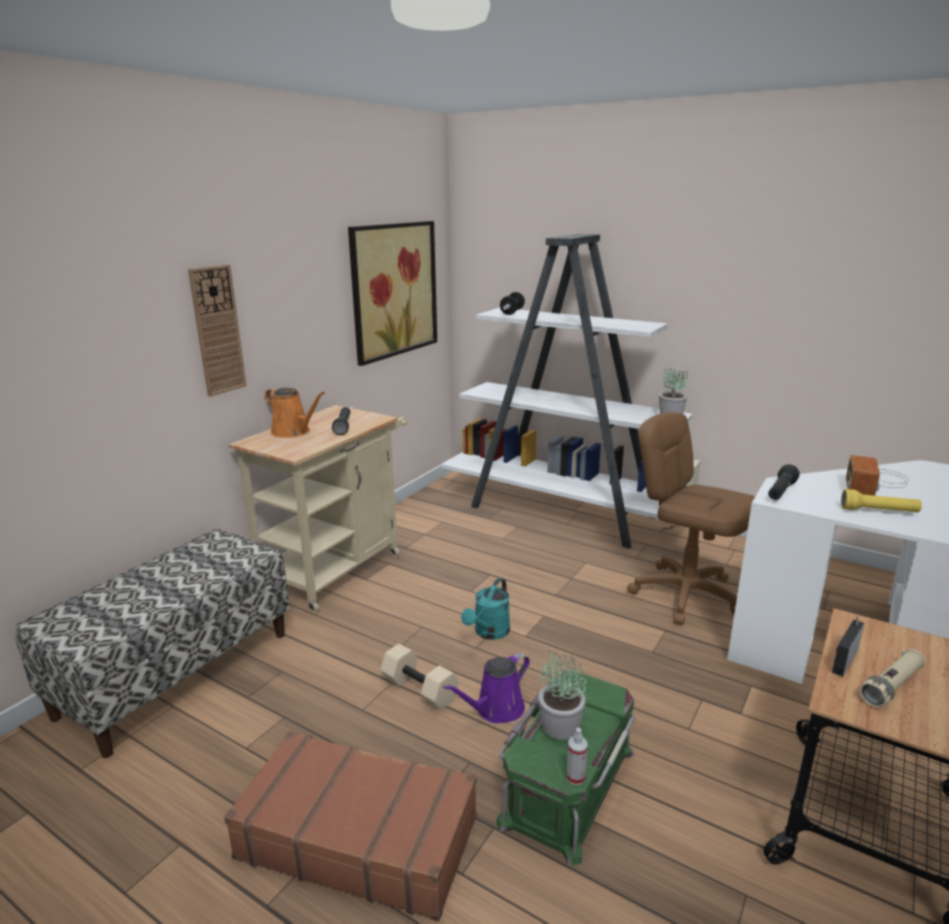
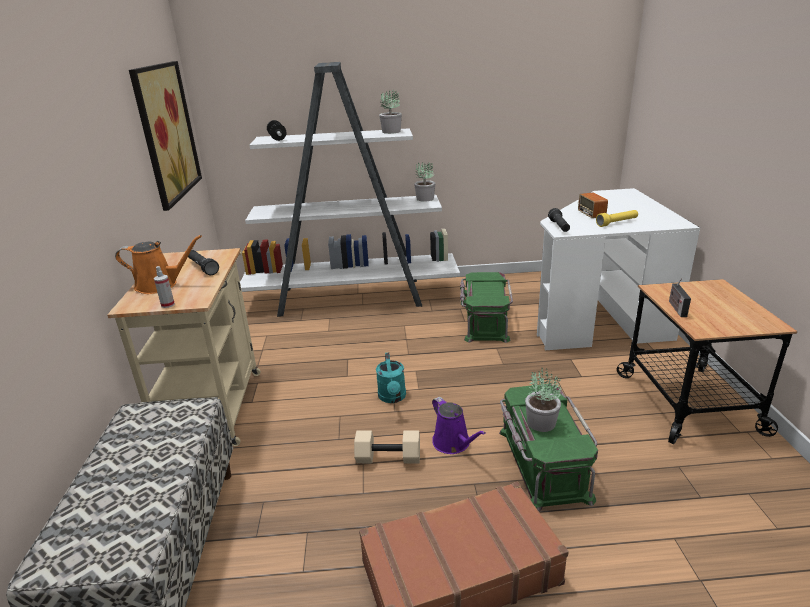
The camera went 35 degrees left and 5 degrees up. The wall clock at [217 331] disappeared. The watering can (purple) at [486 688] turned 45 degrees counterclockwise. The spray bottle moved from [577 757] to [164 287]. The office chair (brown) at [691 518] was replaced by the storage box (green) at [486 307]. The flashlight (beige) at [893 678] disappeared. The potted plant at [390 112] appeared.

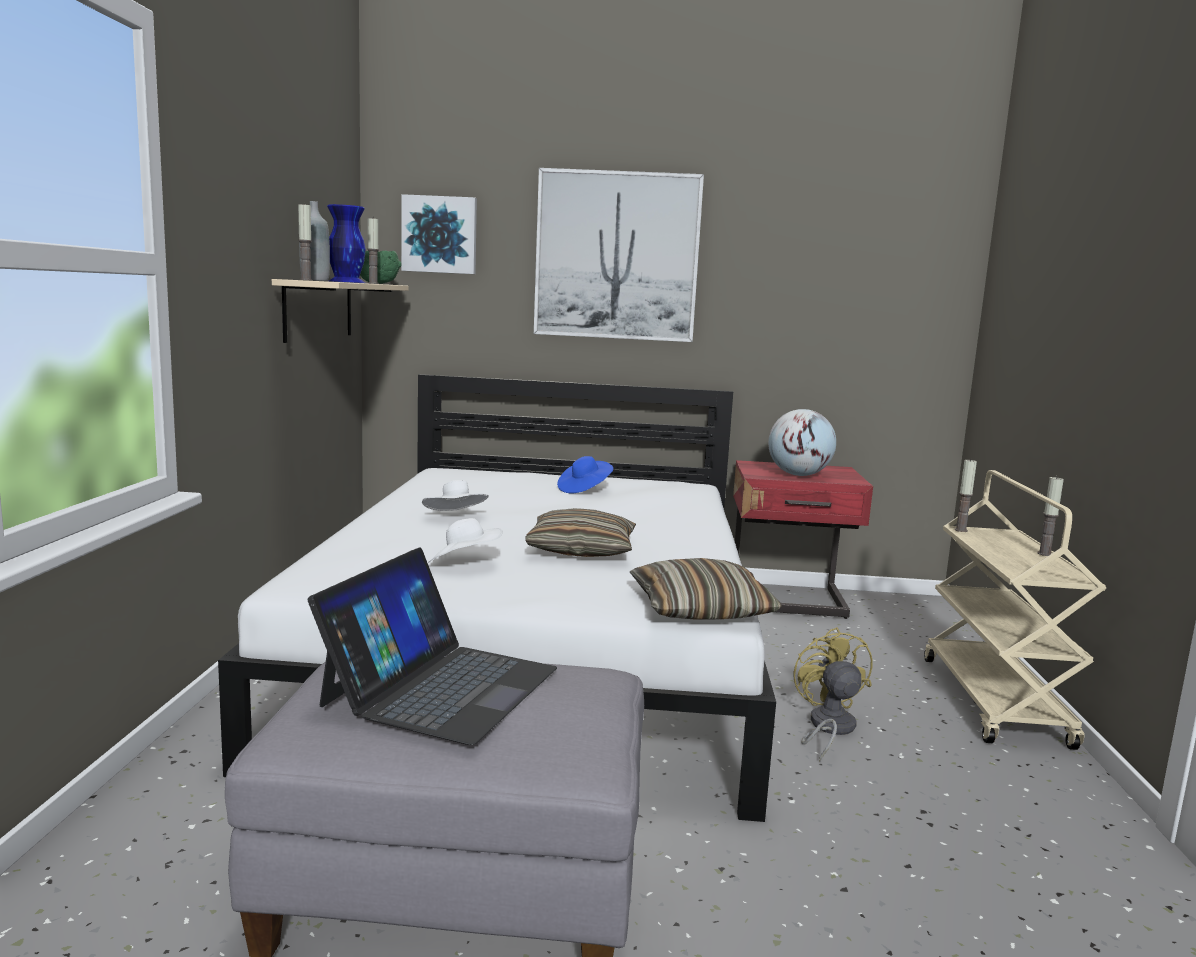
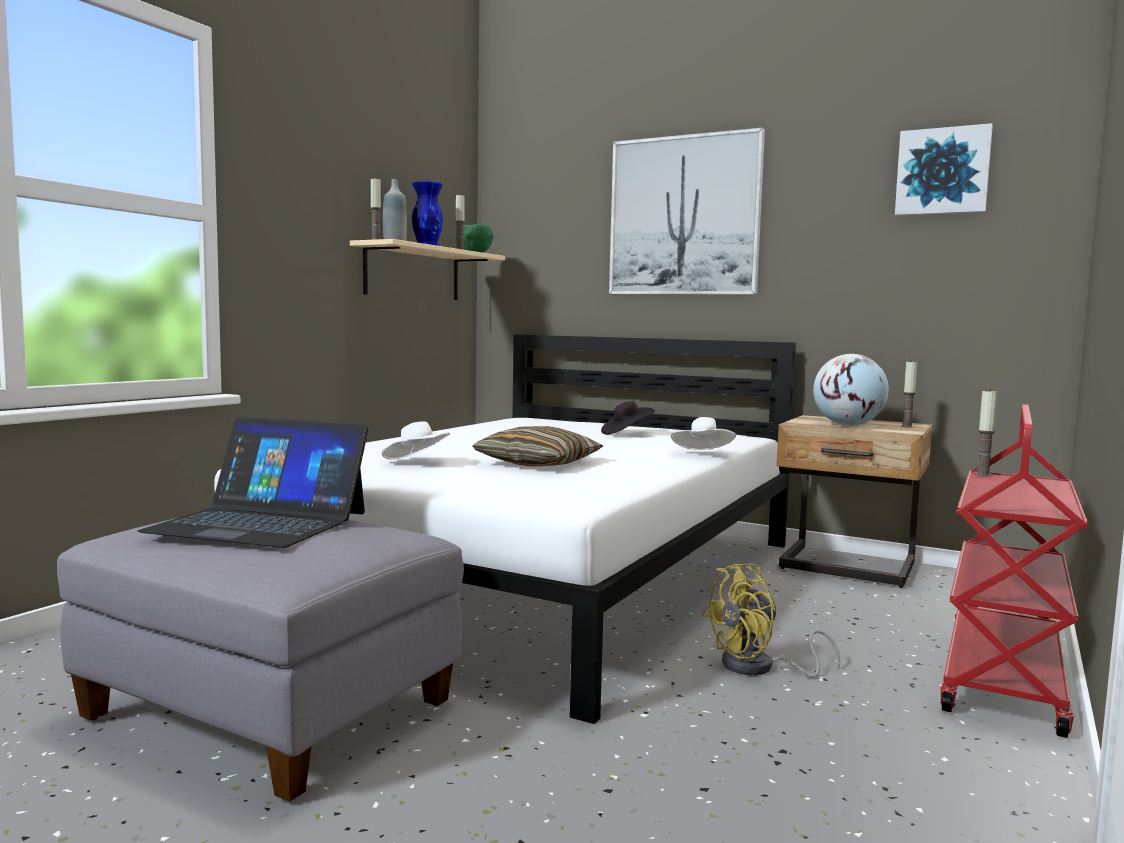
The camera went 25 degrees right and 5 degrees down. The laptop at [432 646] turned 60 degrees clockwise. The picture moved from [439 234] to [944 169]. The hat (white) moved from [455 495] to [703 433]. The hat (blue) at [585 475] became the hat (black) at [628 417]. The pillow at [706 588] disappeared. The nightstand (red) at [803 539] became the nightstand (beige) at [854 501]. The fan (yellow) at [833 694] turned 135 degrees counterclockwise. The cart (beige) at [1015 610] became the cart (red) at [1014 571]. The candle moved from [1050 516] to [909 394].

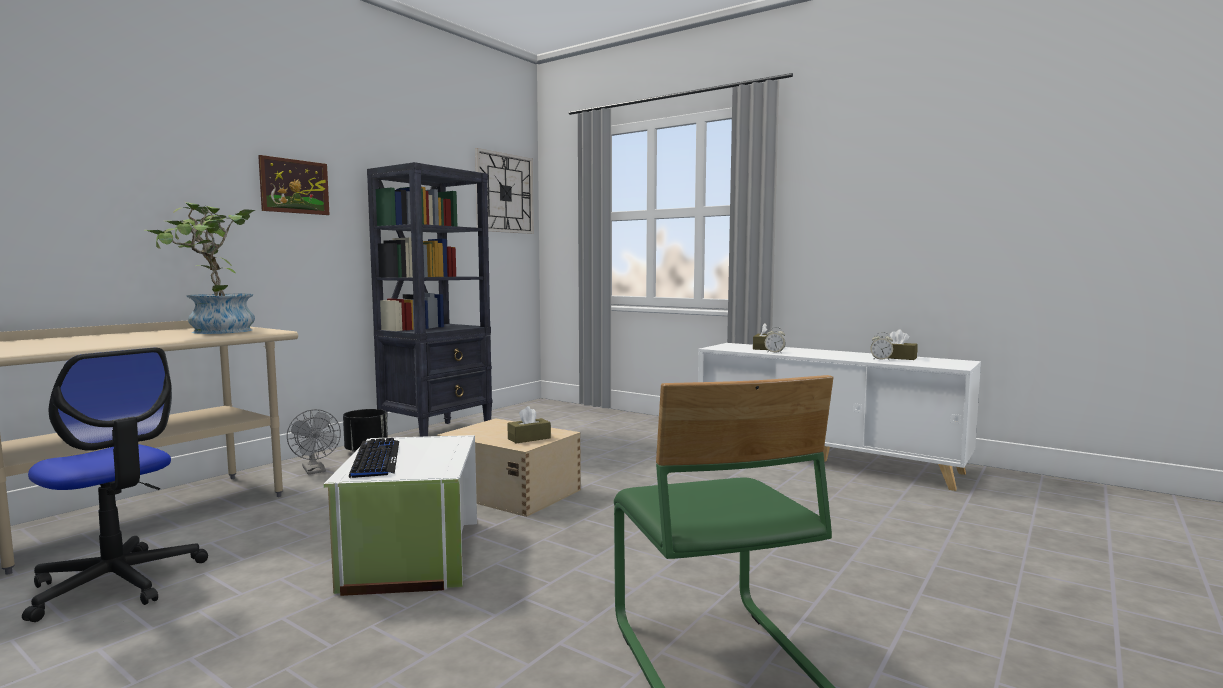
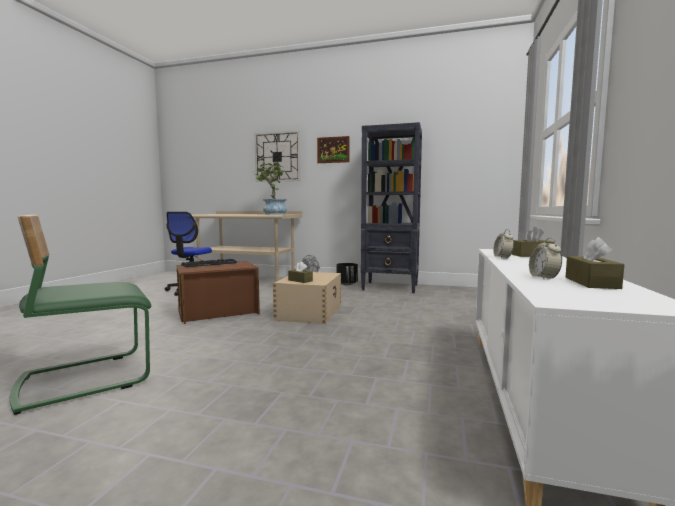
The camera went 70 degrees right and 0 degrees up. The storage box (white) at [400 515] became the storage box (brown) at [218 292]. The wall clock moved from [504 191] to [277 156].

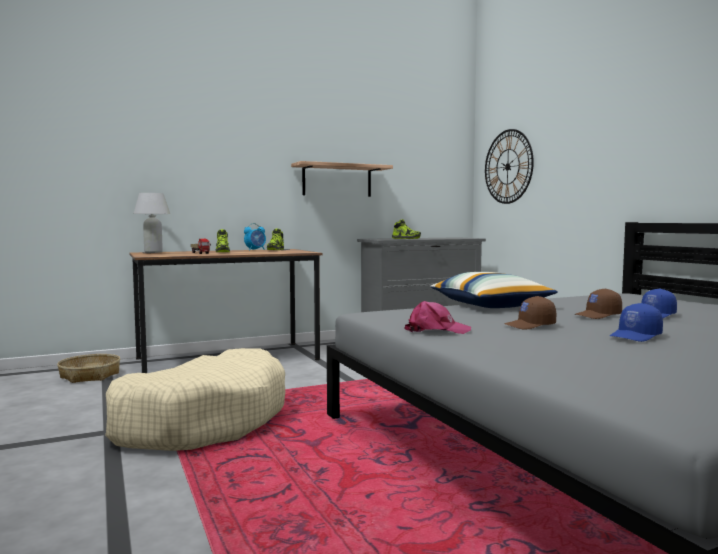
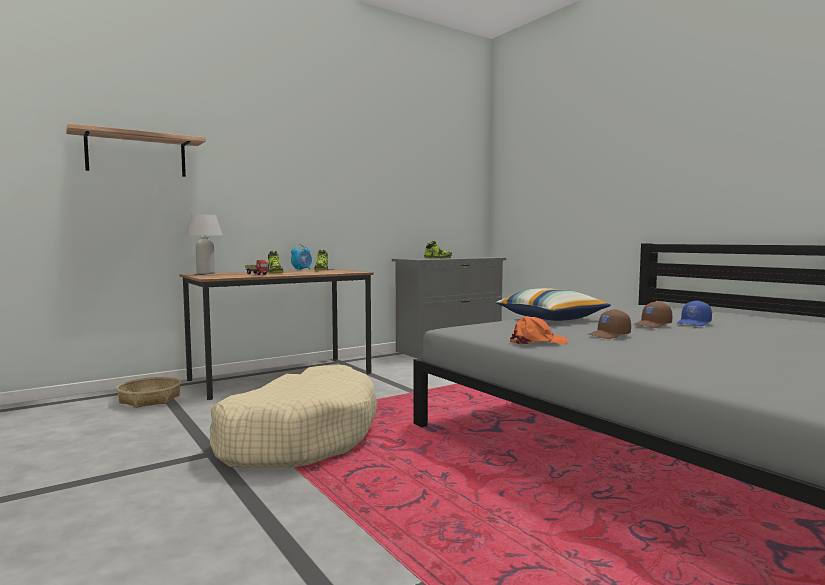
The camera went 10 degrees left and 0 degrees up. The shelf moved from [342 179] to [136 150]. The cap (pink) at [437 317] became the cap (orange) at [539 330]. The wall clock at [509 166] disappeared. The cap (blue) at [636 322] disappeared.

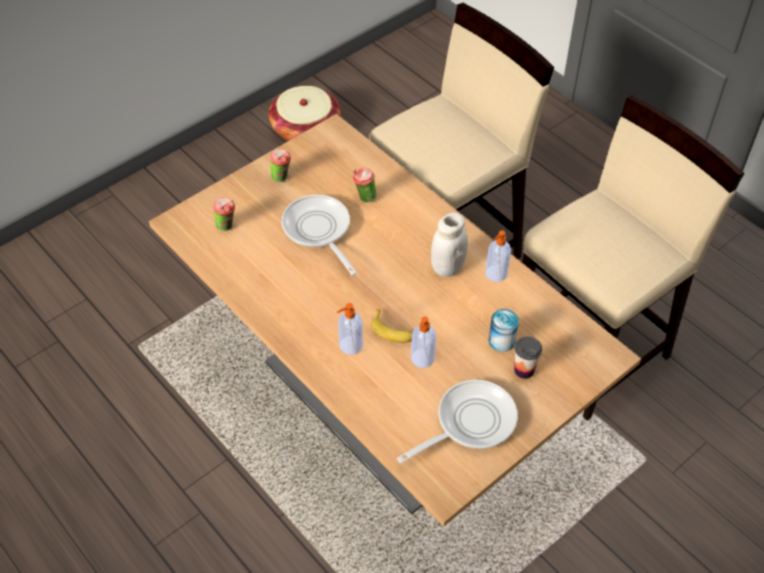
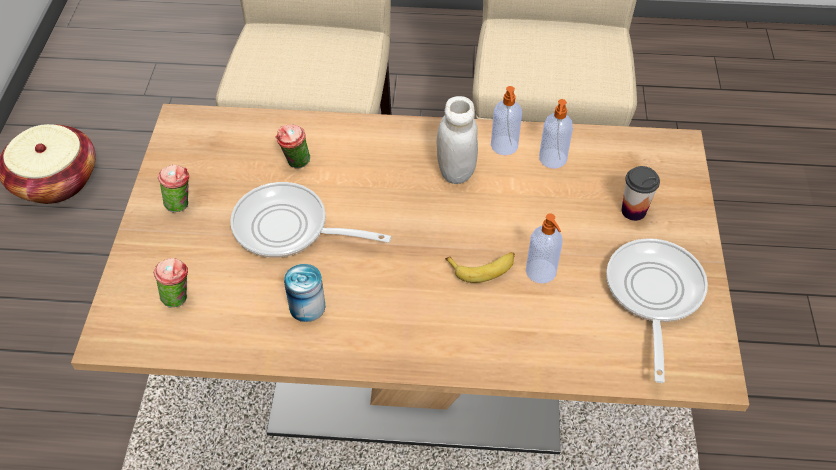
The camera went 45 degrees left and 0 degrees up. The soap dispenser moved from [350 329] to [556 133]. The can moved from [503 330] to [304 293].

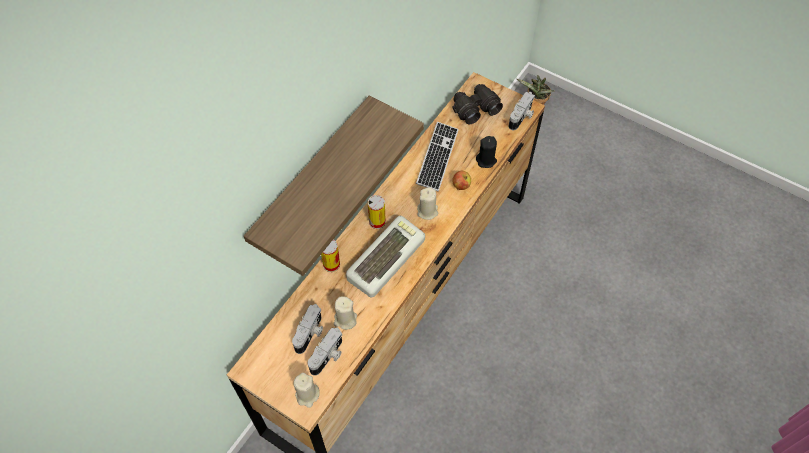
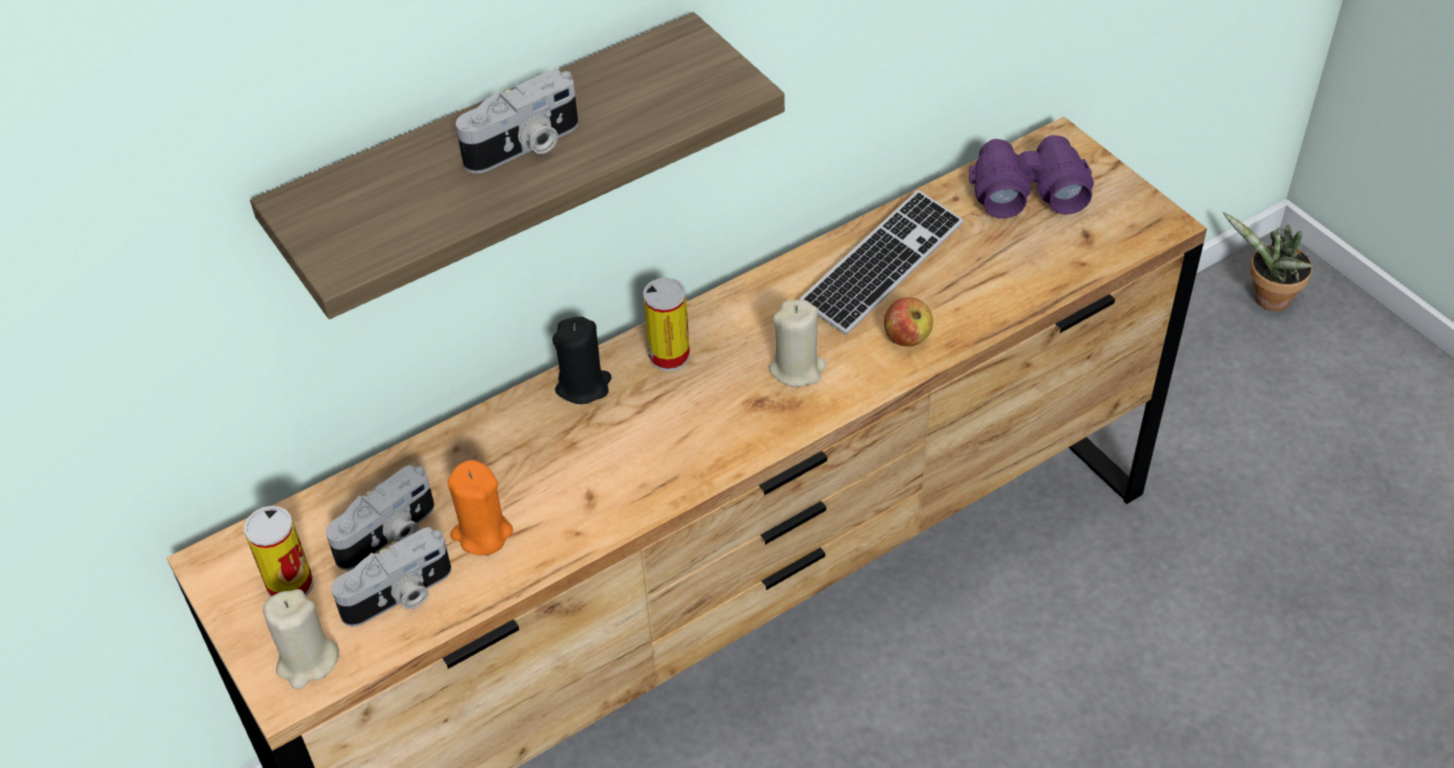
The camera went 25 degrees right and 10 degrees down. The can moved from [330 255] to [279 551]. The candle (beige) at [345 313] became the candle (orange) at [480 507]. The keyboard at [385 256] disappeared. The binoculars (black) at [477 104] became the binoculars (purple) at [1031 177]. The candle (black) moved from [486 152] to [582 360]. The photo camera moved from [521 111] to [517 121].

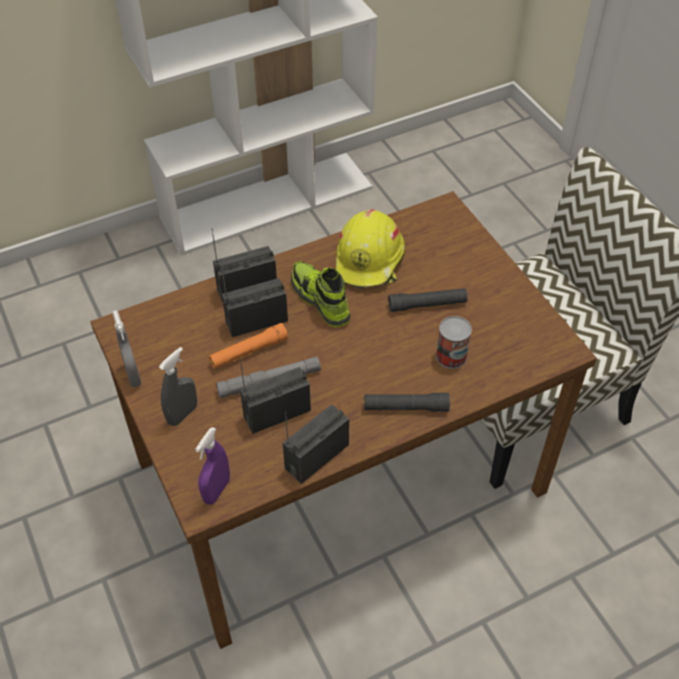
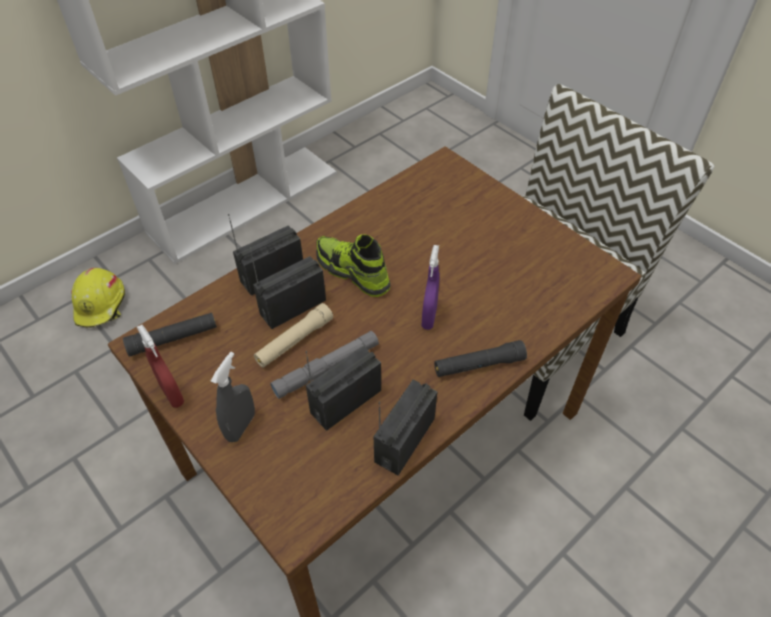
The camera went 15 degrees left and 0 degrees up. The spray bottle (grey) at [126 348] became the spray bottle (red) at [160 366]. The spray bottle (purple) moved from [212 466] to [431 287]. The flashlight (orange) at [248 346] became the flashlight (beige) at [293 335]. The hard hat (yellow) moved from [370 248] to [98 298]. The flashlight (black) moved from [428 300] to [170 335]. The can at [454 342] disappeared.

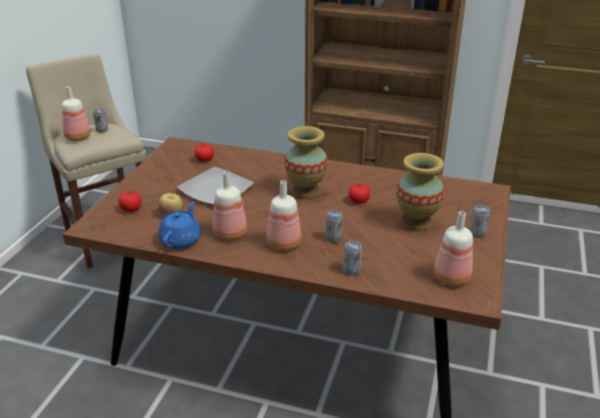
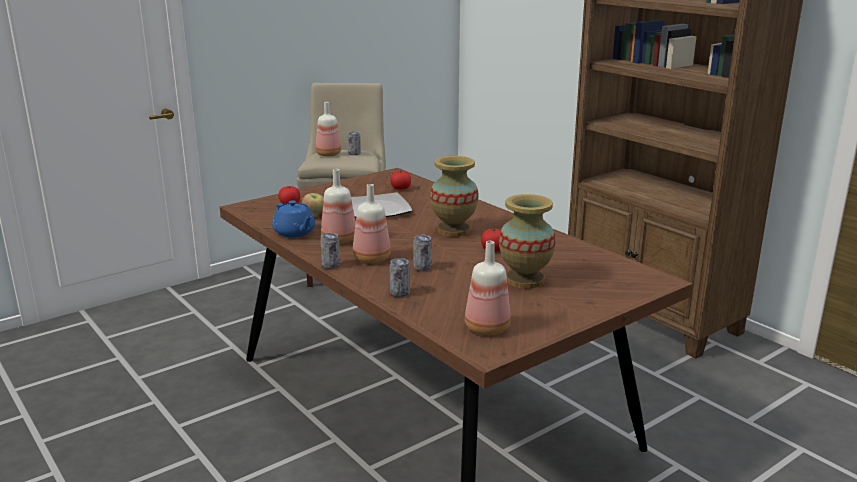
The camera went 35 degrees right and 10 degrees down. The teapot (blue) at [179 225] turned 90 degrees clockwise. The can moved from [480 221] to [330 251].

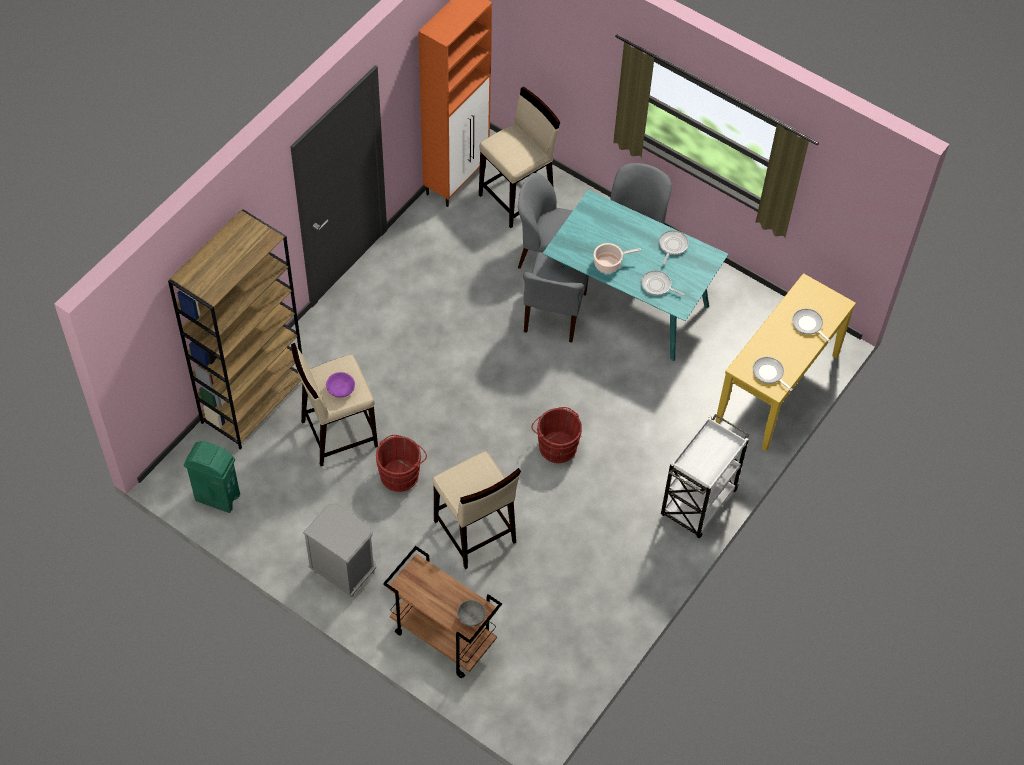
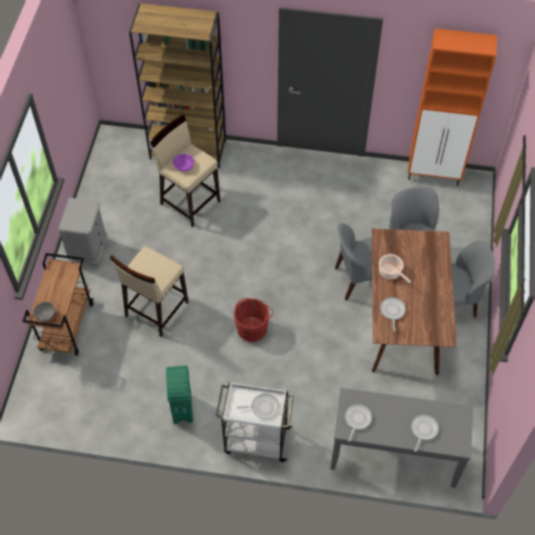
The camera went 65 degrees right and 0 degrees up. The trash can (green) moved from [212 477] to [179 394]. The bucket (red) at [401 463] disappeared. The stool (beige) at [519 157] disappeared. The dining table (turquoise) at [635 275] became the dining table (brown) at [414 302]. The frying pan moved from [674 247] to [258 406]. The console table (yellow) at [785 362] became the console table (grey) at [402 438].

